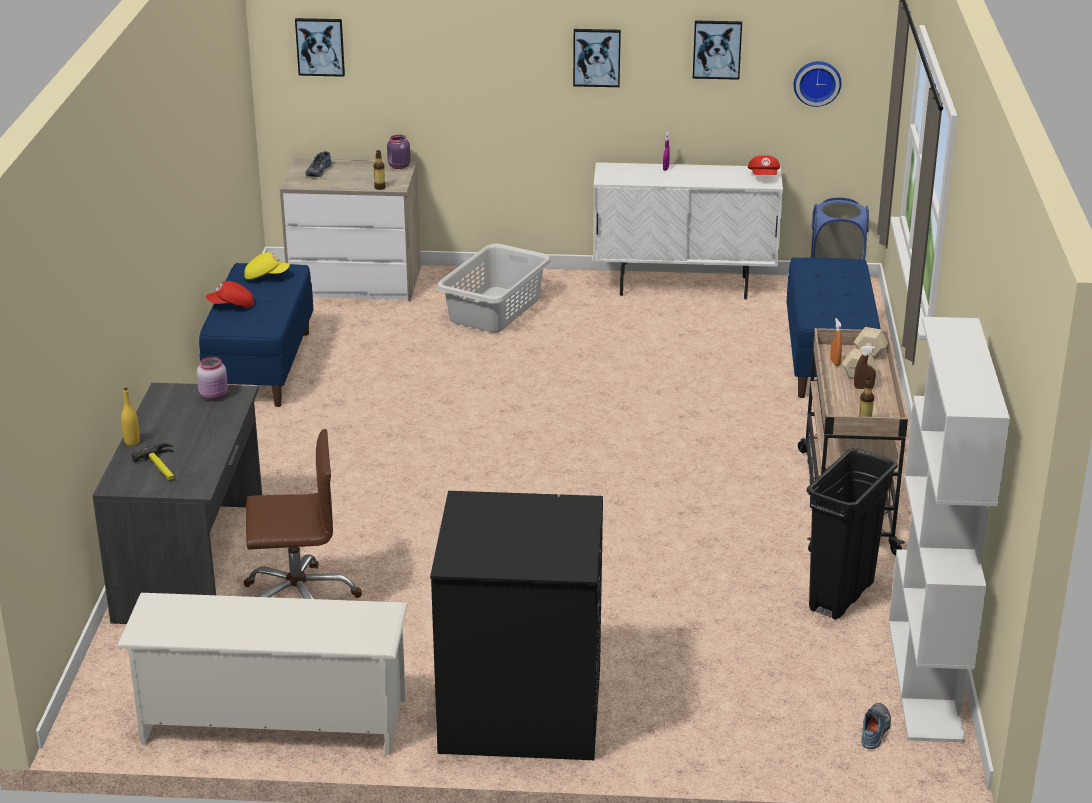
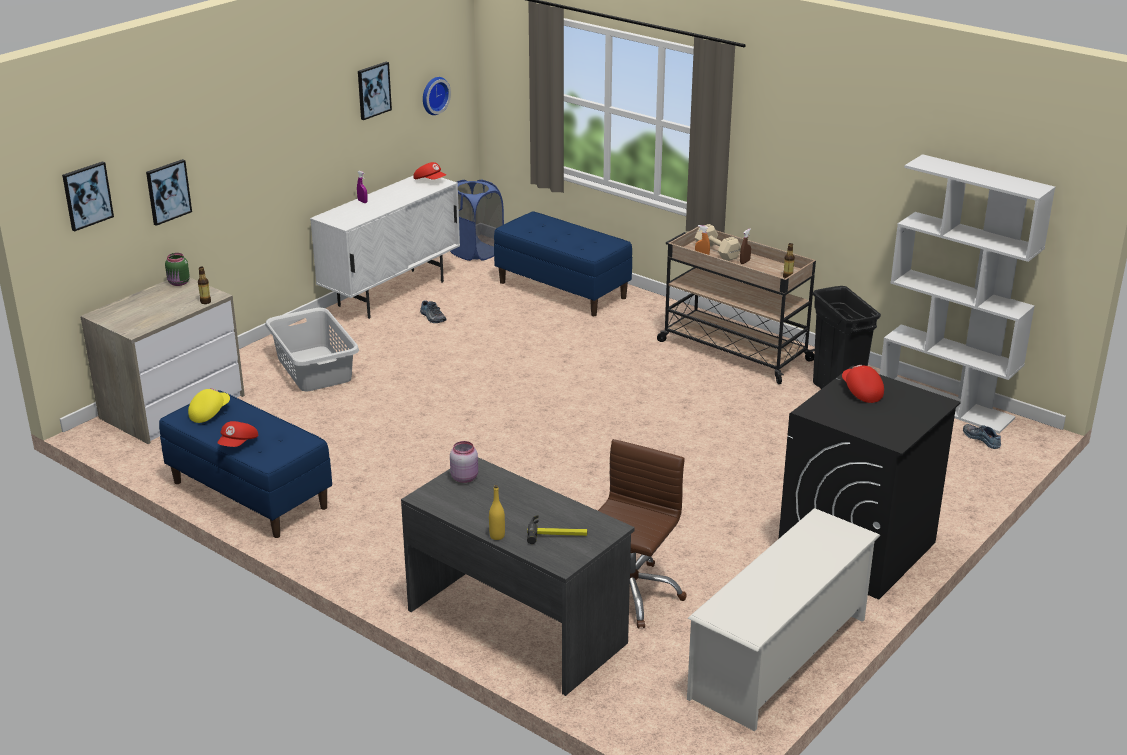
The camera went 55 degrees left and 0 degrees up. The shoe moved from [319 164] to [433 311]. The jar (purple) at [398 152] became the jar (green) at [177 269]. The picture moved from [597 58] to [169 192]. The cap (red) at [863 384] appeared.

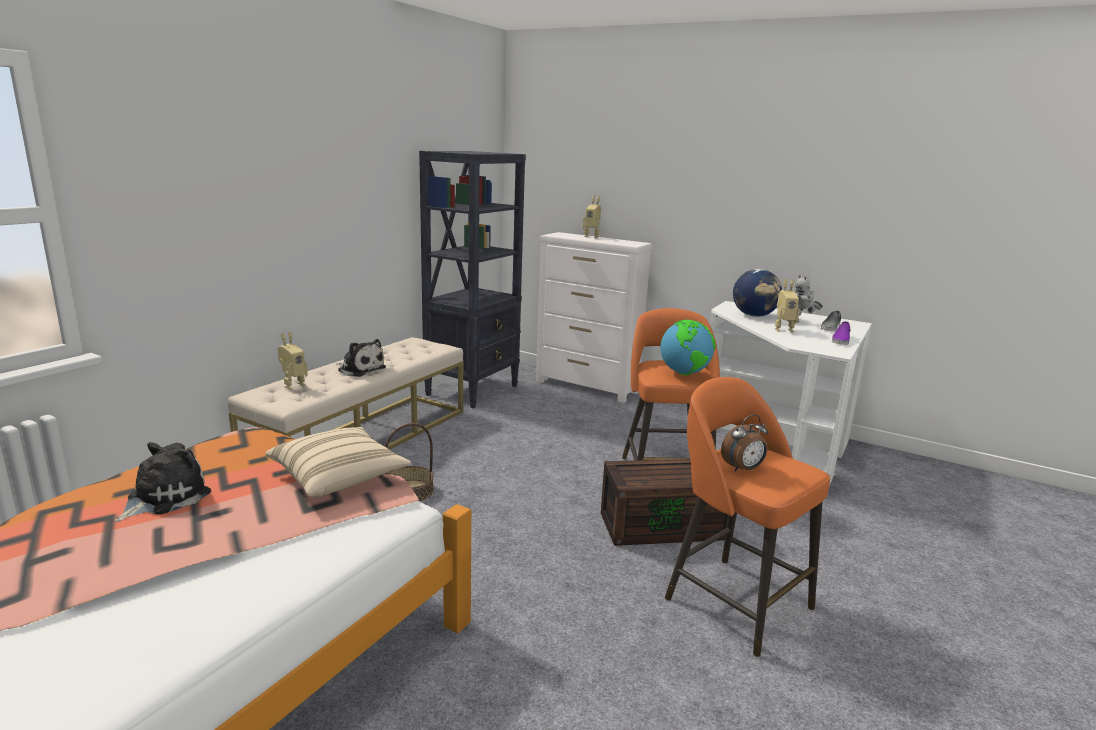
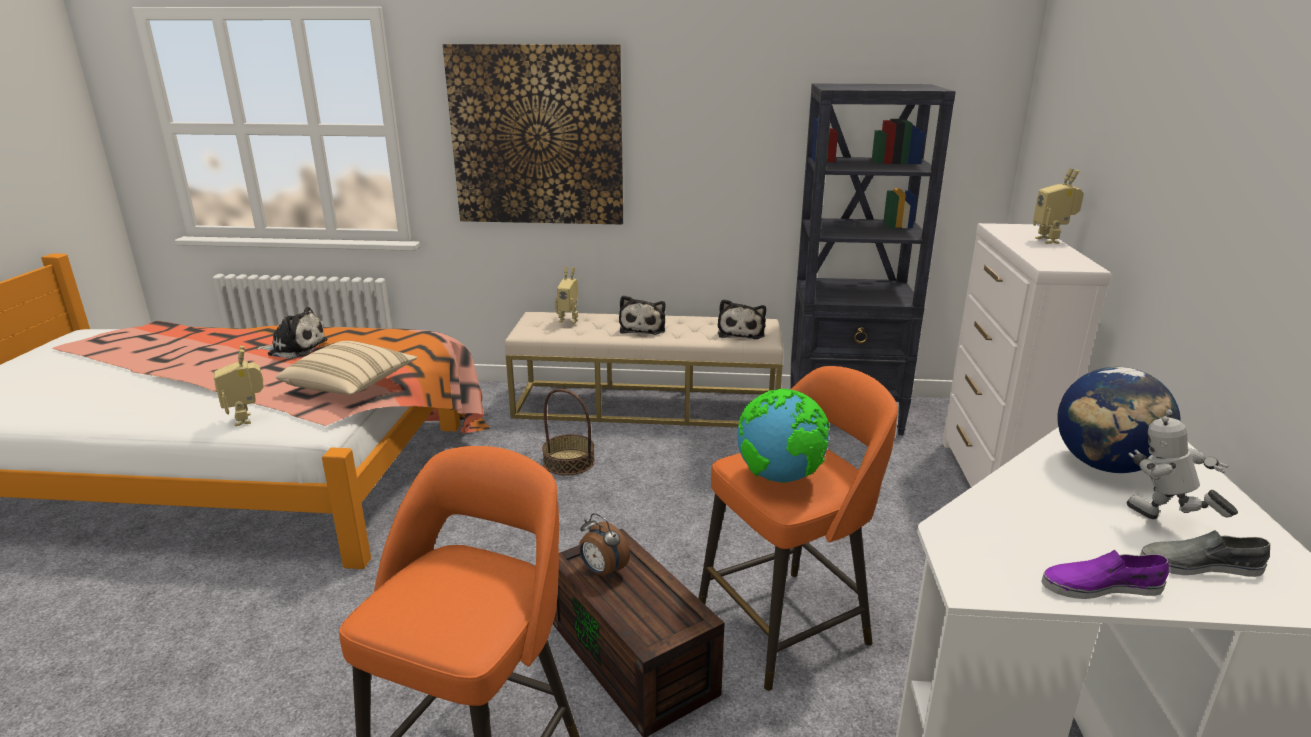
The camera went 65 degrees right and 5 degrees up. The alarm clock moved from [744 443] to [604 545]. The toy robot moved from [787 305] to [239 386]. The picture at [533 134] appeared. The plush toy at [742 319] appeared.

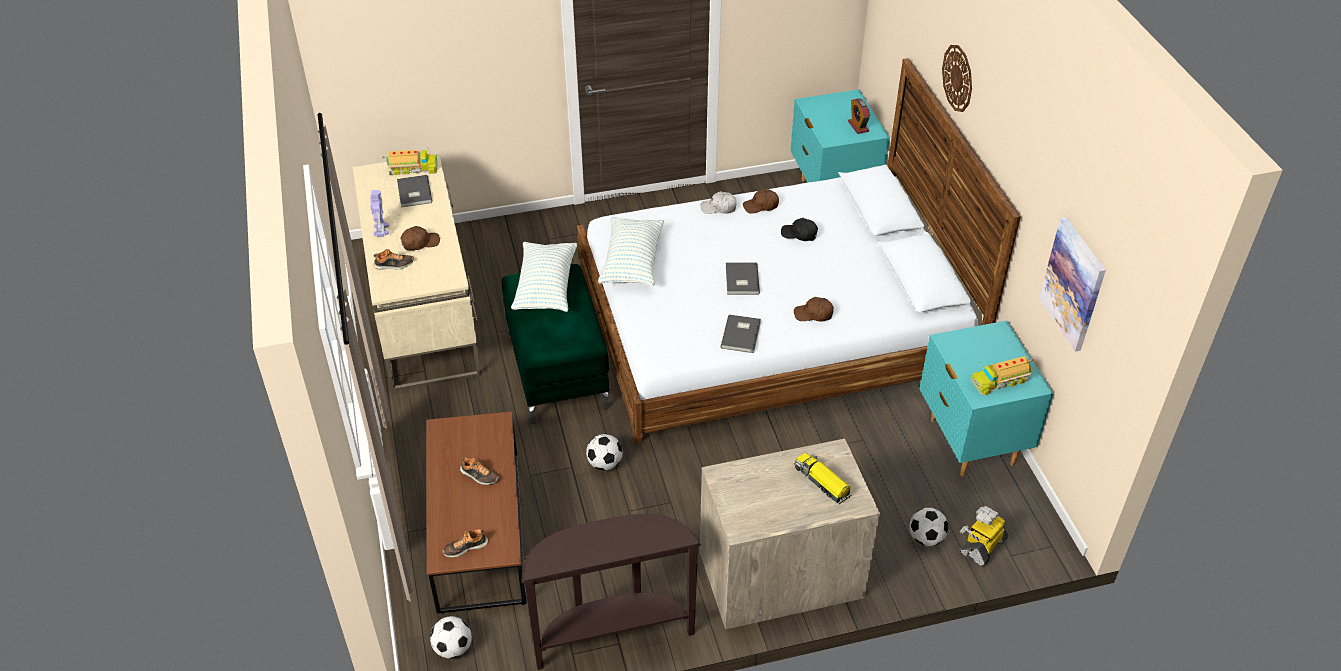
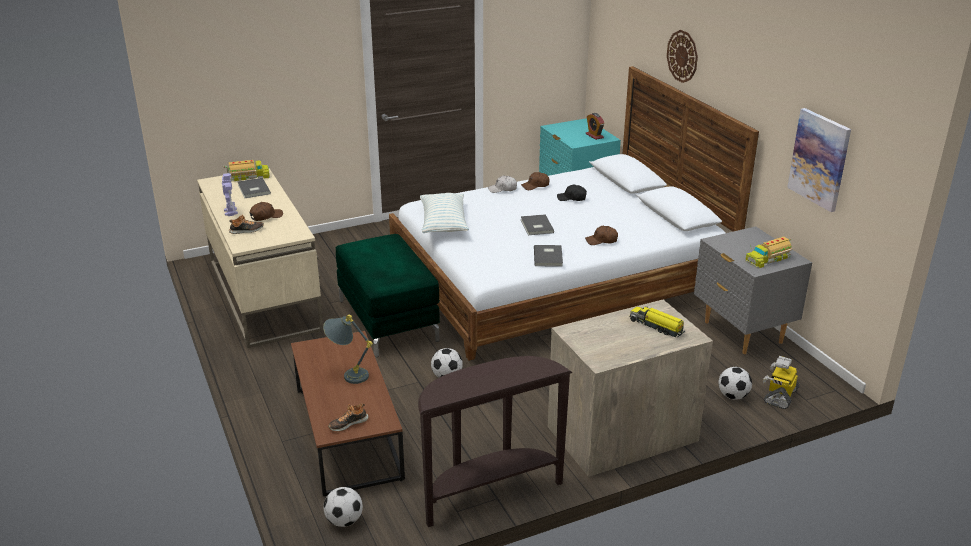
The camera went 10 degrees left and 15 degrees down. The shoe at [480 471] was replaced by the table lamp (grey) at [348 349]. The pillow at [544 277] disappeared. The nightstand (turquoise) at [987 398] became the nightstand (grey) at [753 290].

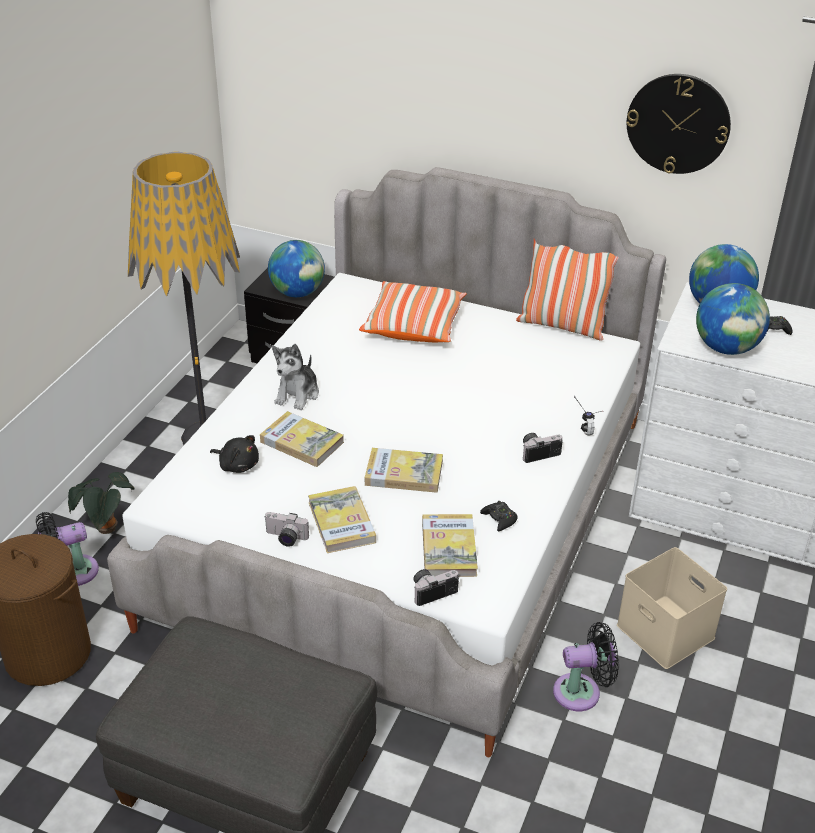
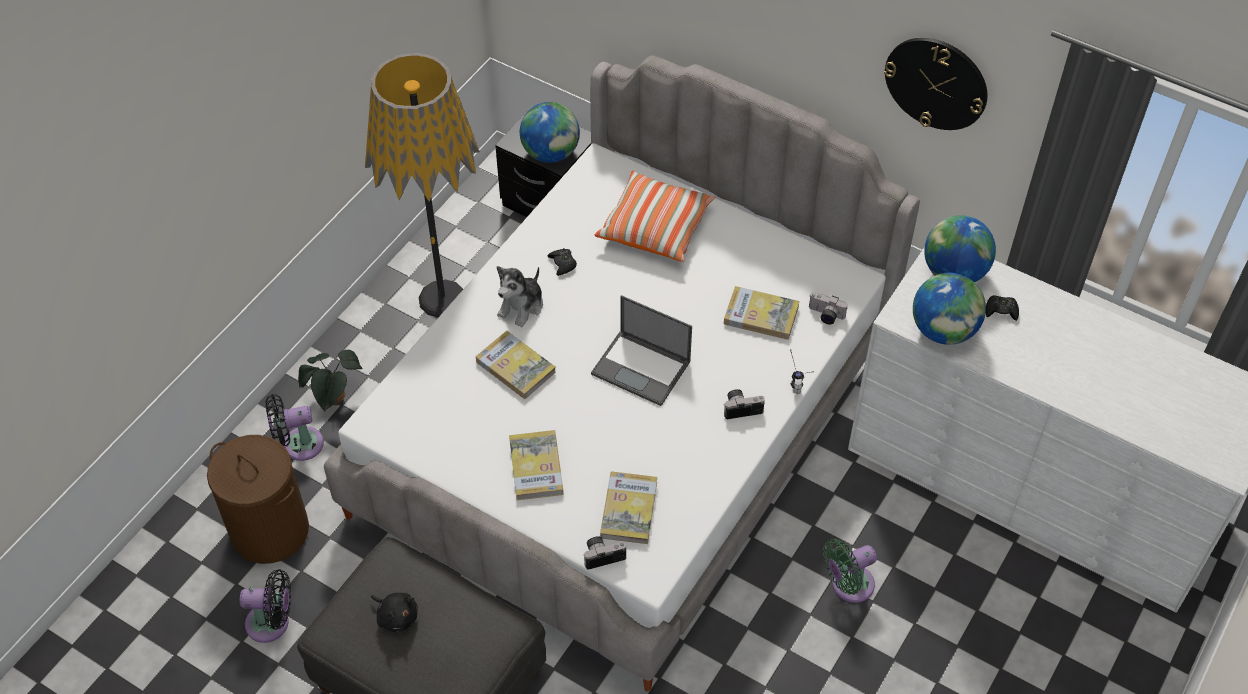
The camera went 10 degrees right and 15 degrees up. The plush toy (black) moved from [234 454] to [394 612]. The photo camera moved from [286 529] to [828 308]. The book moved from [404 470] to [762 313]. The game controller (black) moved from [499 516] to [562 262]. The pillow at [567 290] disappeared. The fan (black) moved from [586 666] to [265 606]. The storage box (beige) at [672 608] was replaced by the fan (green) at [850 571]. The laptop at [641 350] appeared.

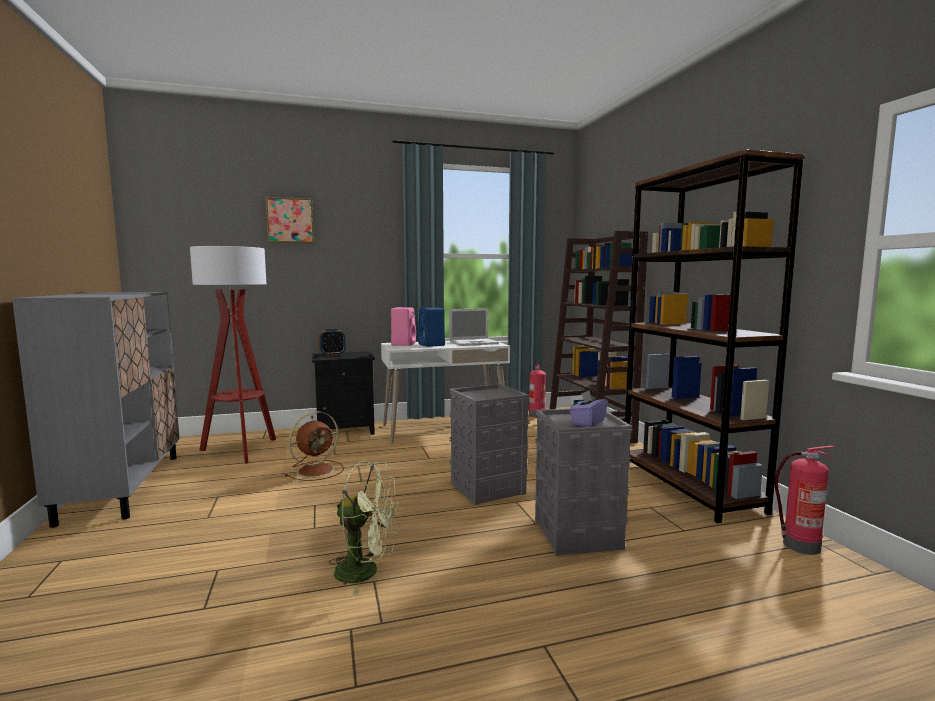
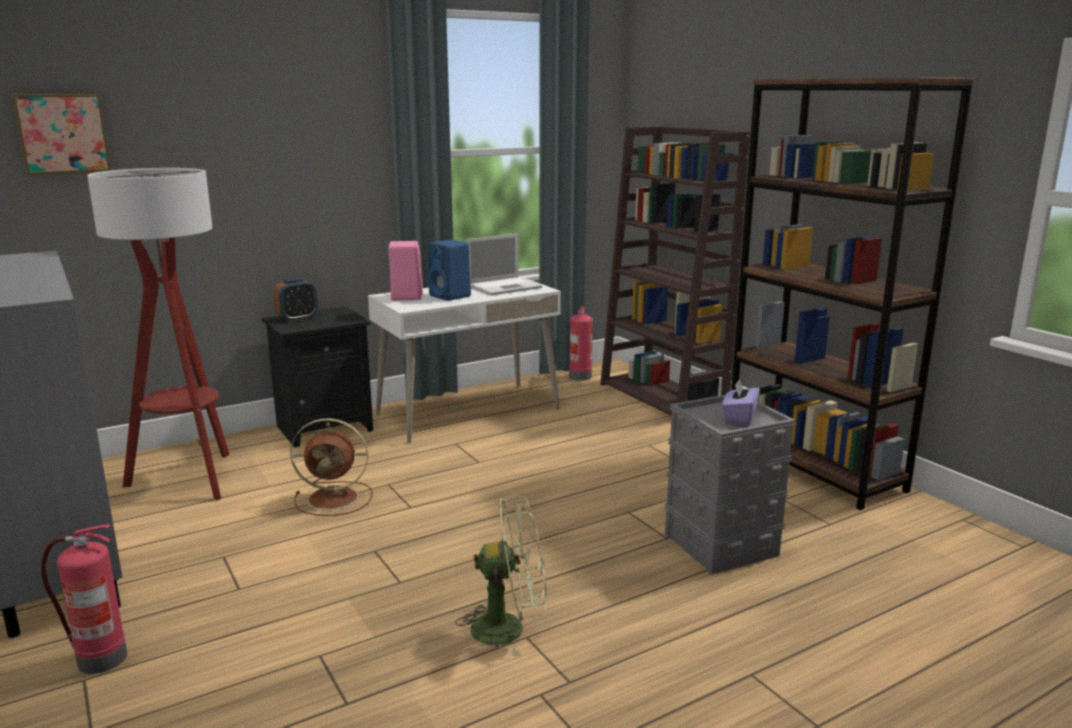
The camera went 15 degrees left and 10 degrees up. The picture moved from [290 220] to [61 134]. The fan (brown) at [314 446] turned 60 degrees clockwise. The storage box (grey) at [489 444] disappeared. The fire extinguisher moved from [805 500] to [84 599].

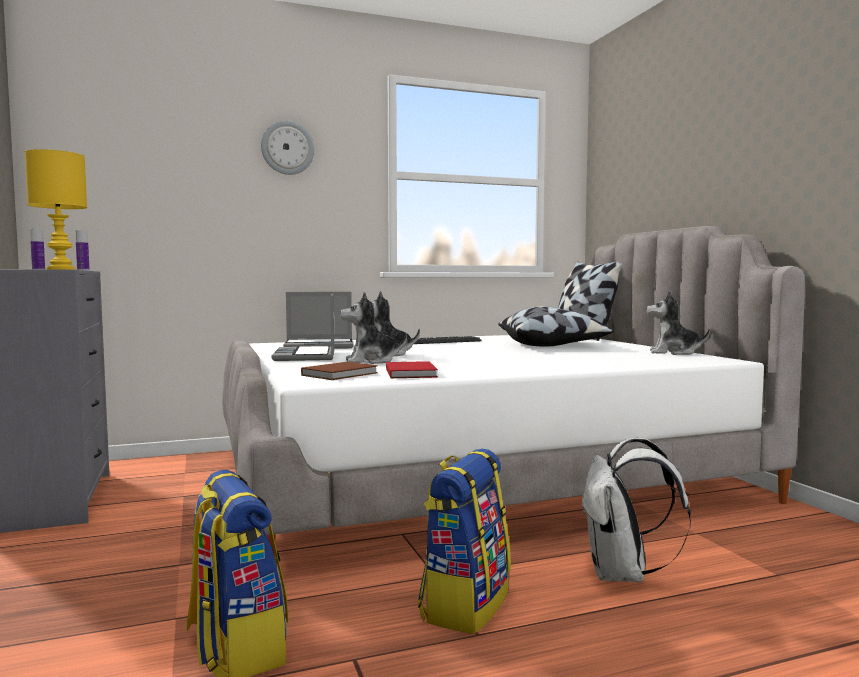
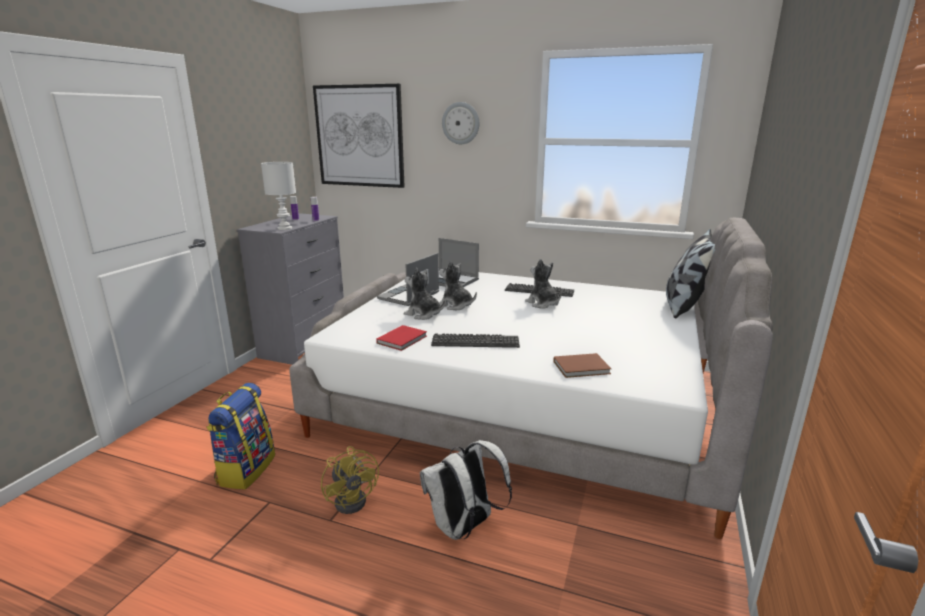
The camera went 40 degrees right and 15 degrees up. The table lamp (yellow) at [56 209] became the table lamp (white) at [278 196]. The book (brown) moved from [339 371] to [582 365]. The backpack at [464 541] was replaced by the fan (yellow) at [350 480]. The pillow at [556 326] disappeared. The plush toy moved from [678 323] to [543 284]. The picture at [359 136] appeared. The keyboard at [475 340] appeared.

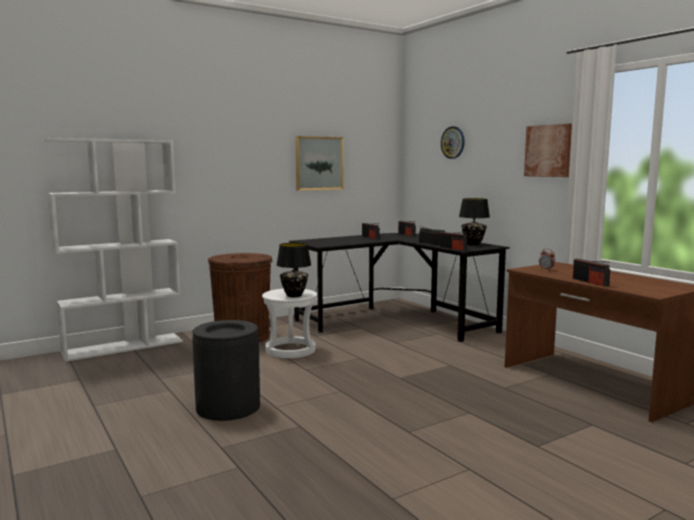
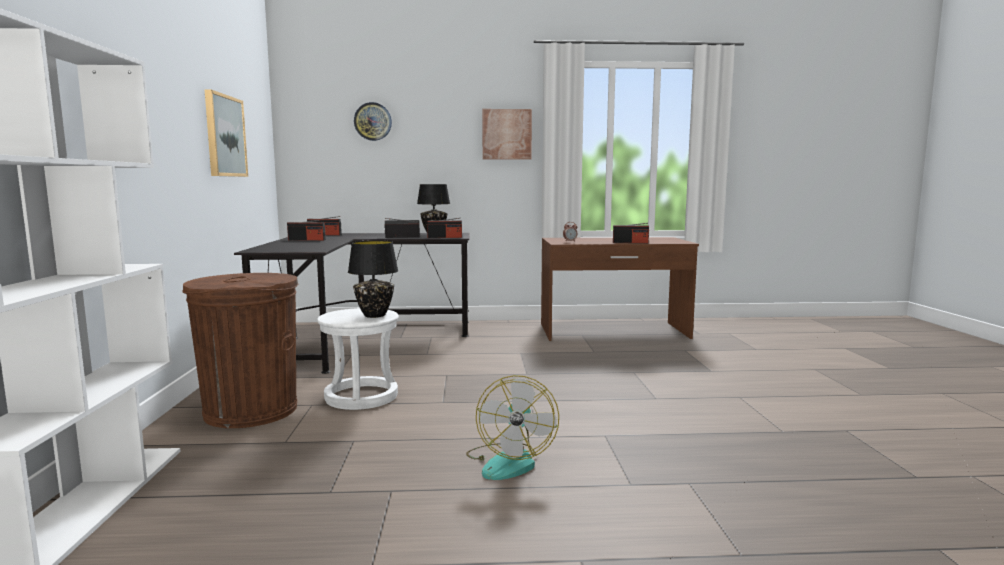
The camera went 60 degrees left and 0 degrees up. The trash can (black) at [226 370] was replaced by the fan at [512 427].

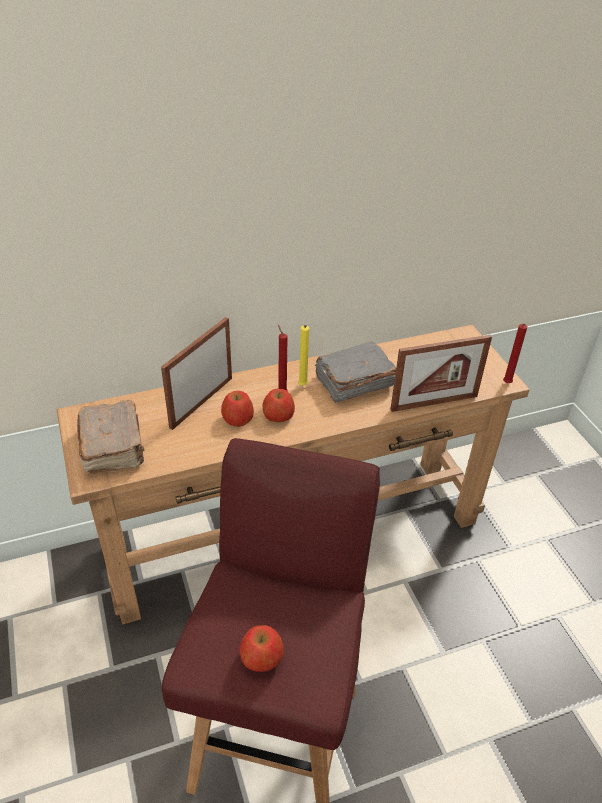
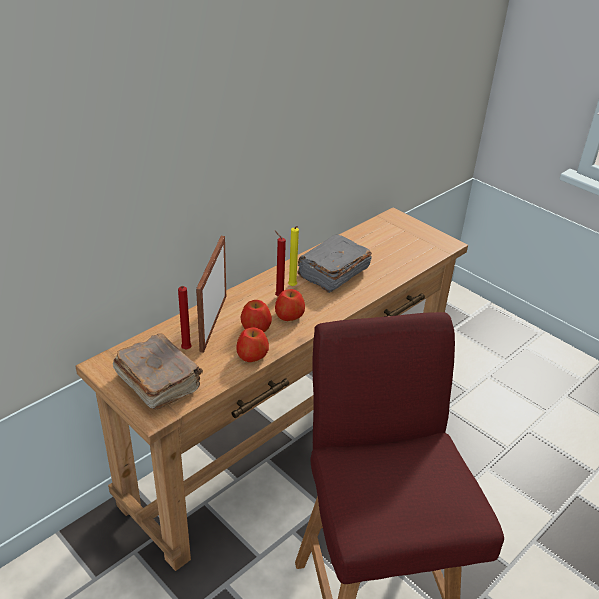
The camera went 25 degrees left and 5 degrees down. The apple moved from [261 648] to [252 344]. The picture frame at [441 373] disappeared. The candle (red) moved from [515 353] to [185 317].

